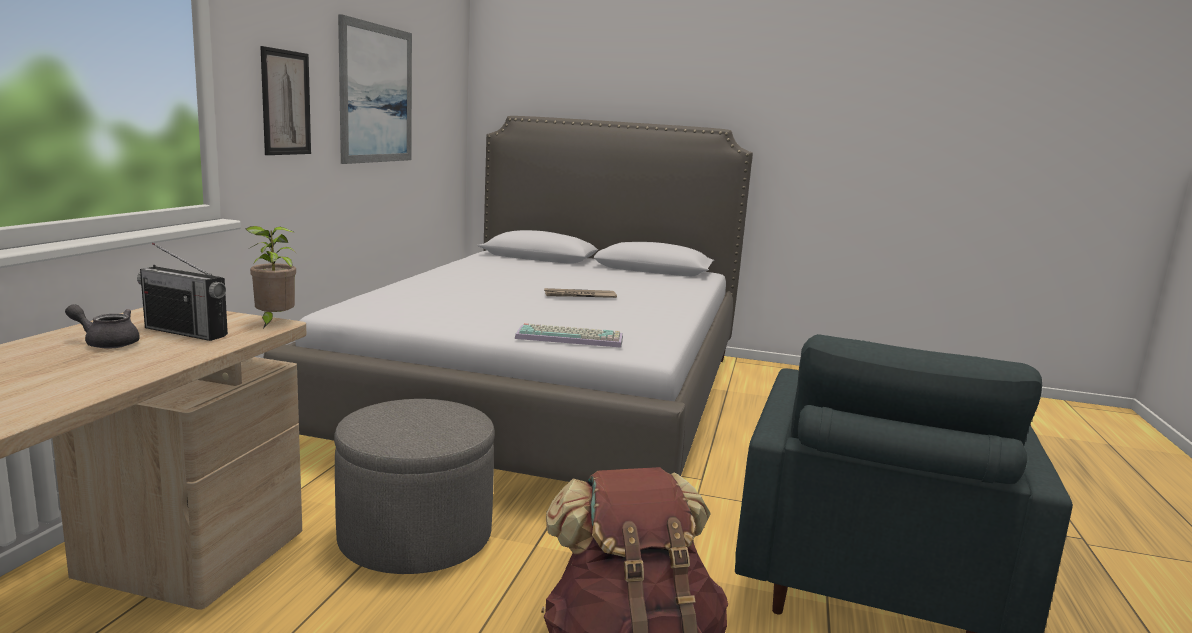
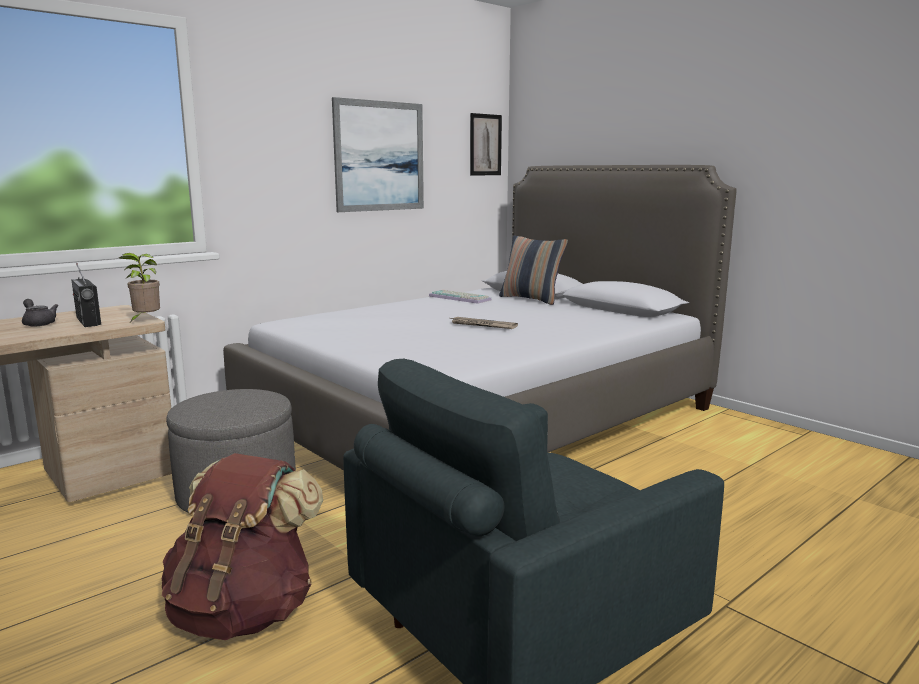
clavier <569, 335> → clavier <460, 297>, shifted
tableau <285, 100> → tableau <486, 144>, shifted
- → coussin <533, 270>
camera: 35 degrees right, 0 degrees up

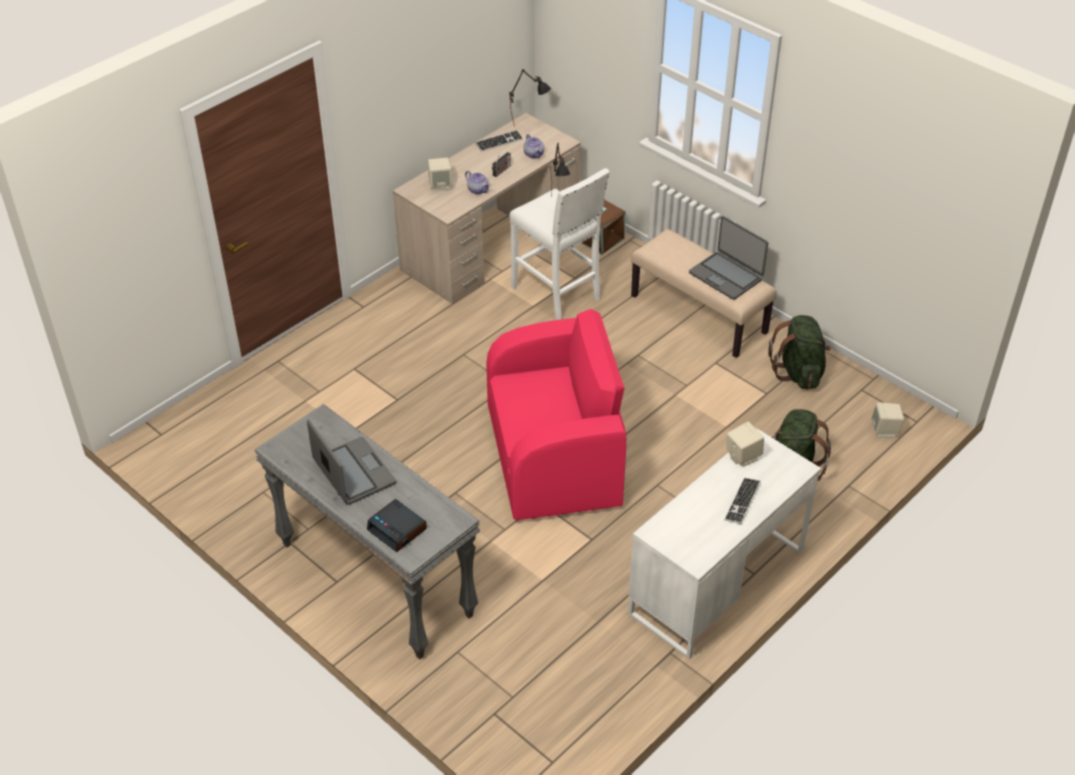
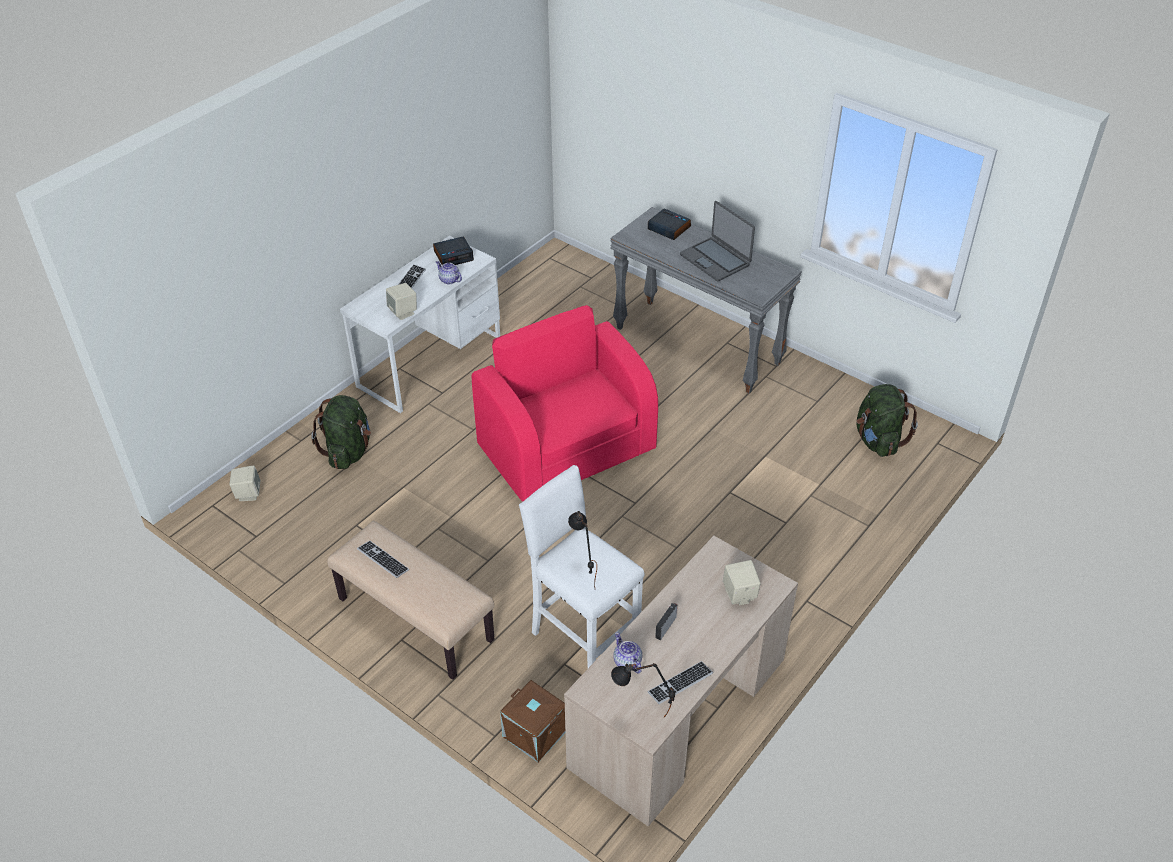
ordinateur portable <728, 258> → clavier <383, 559>
- → réveil <453, 250>
théière <477, 182> → théière <449, 272>, shifted
fauteuil (rose) <556, 414> → fauteuil (rose) <565, 403>, 75 degrees clockwise
sac à dos (vert) <799, 352> → sac à dos (vert) <887, 420>, shifted
camera: 175 degrees right, 0 degrees up

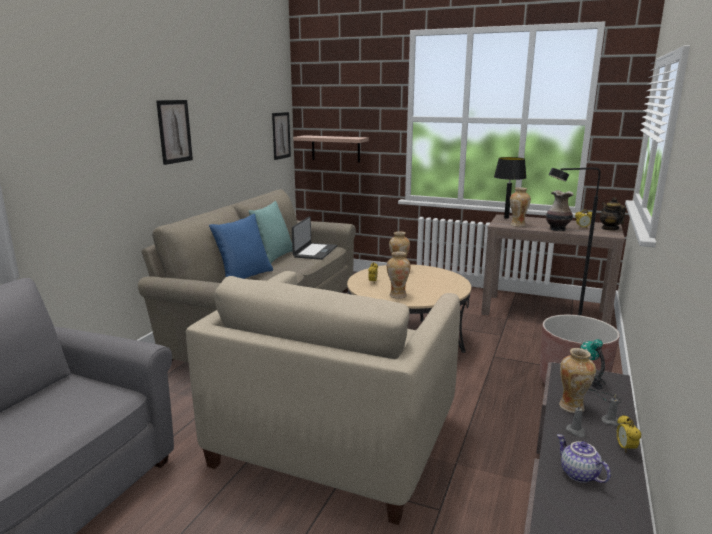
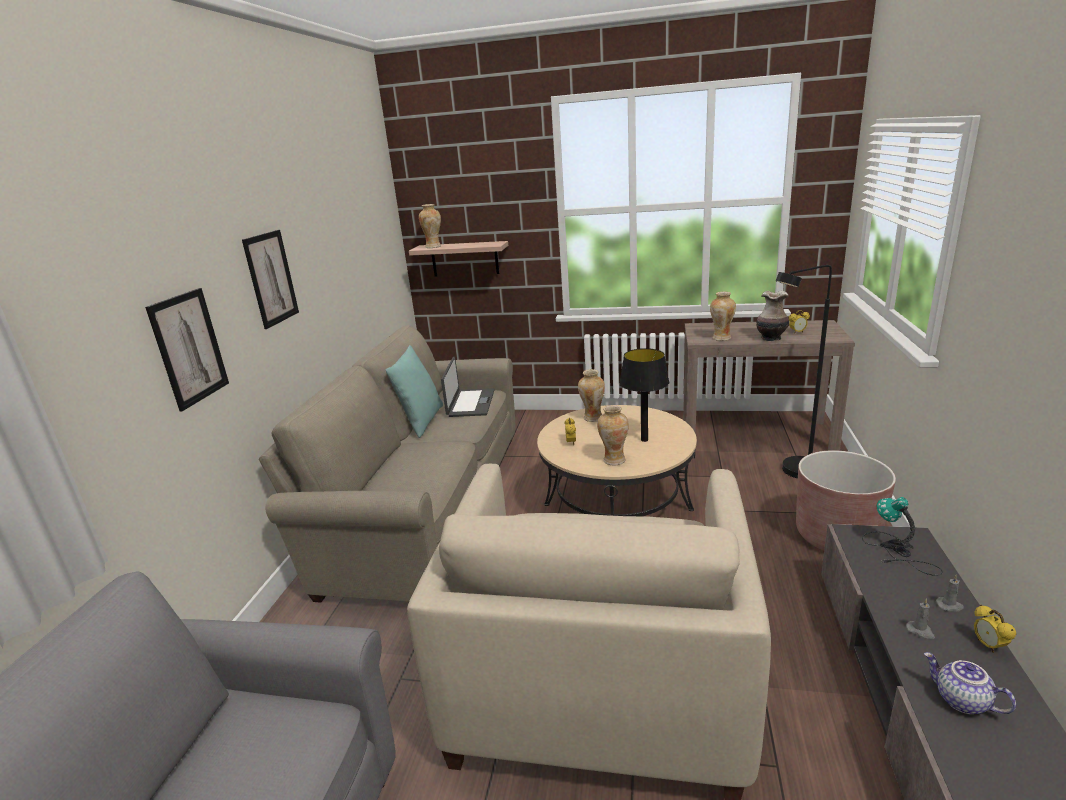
tableau <281, 136> → tableau <187, 349>, shifted
vase <577, 380> → vase <430, 226>, shifted
lampe de table (noir) <510, 188> → lampe de table (noir) <644, 395>, shifted
coussin (bleu) <241, 246> → -
théière <613, 213> → -
camera: 10 degrees left, 5 degrees up

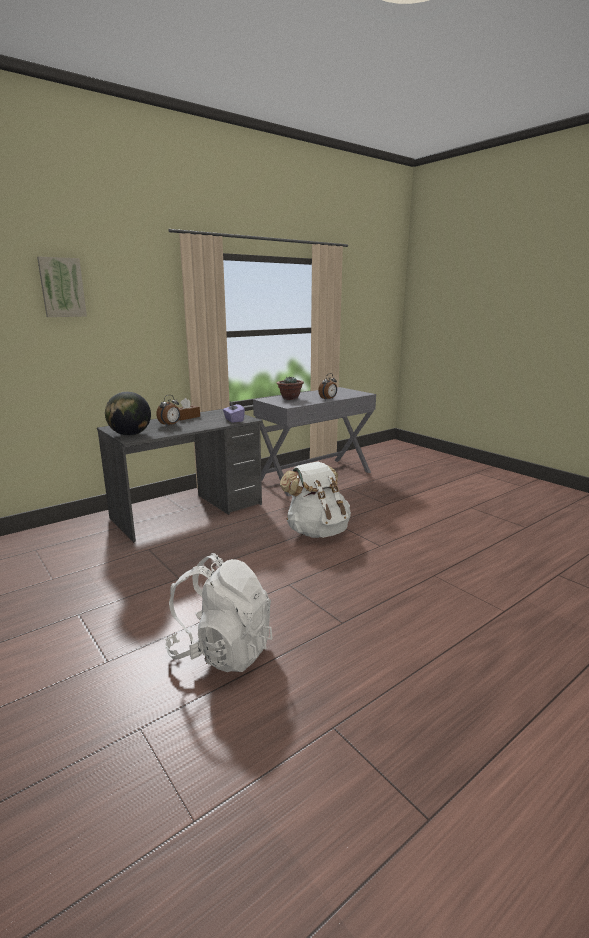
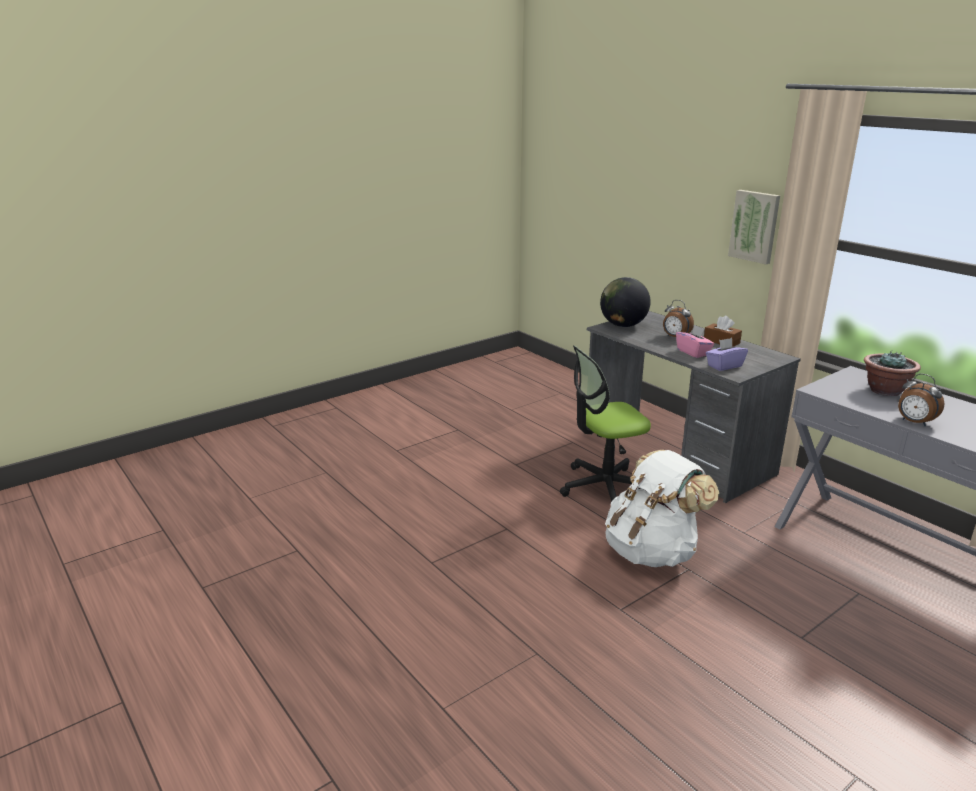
- → chaise de bureau <605, 423>
- → boîte à mouchoirs (rose) <695, 341>
tableau <62, 286> → tableau <754, 227>, shifted
sac à dos (blanc) <219, 612> → -
camera: 90 degrees right, 5 degrees up

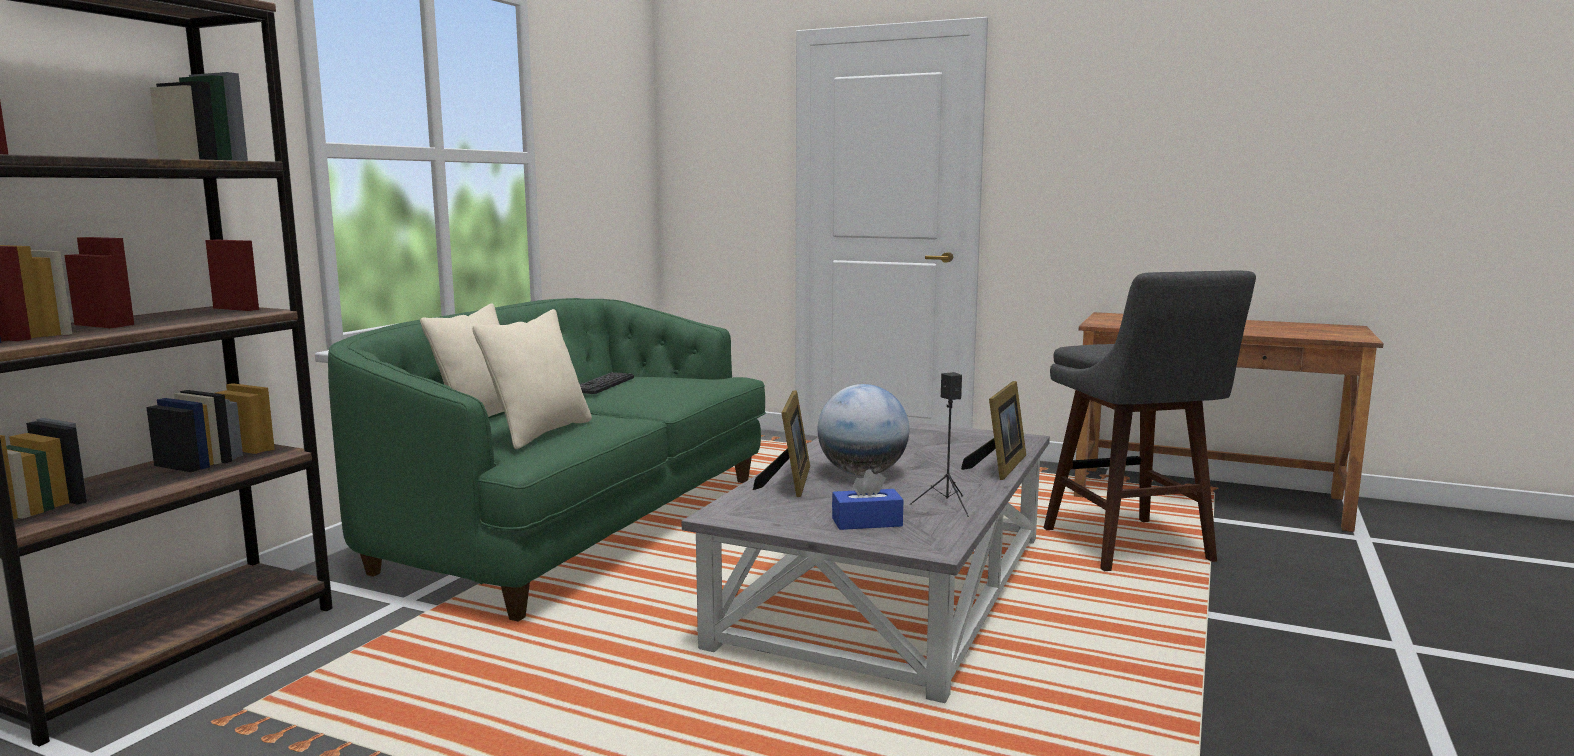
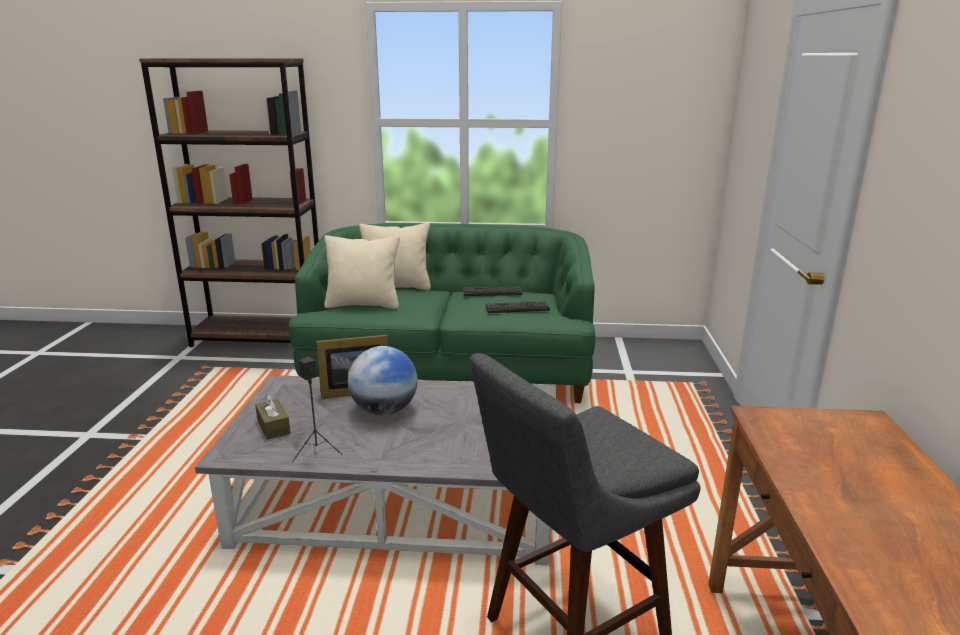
boîte à mouchoirs (bleu) <867, 499> → boîte à mouchoirs (marron) <272, 417>
- → clavier <518, 307>
cadre photo <993, 430> → -
camera: 70 degrees right, 10 degrees up

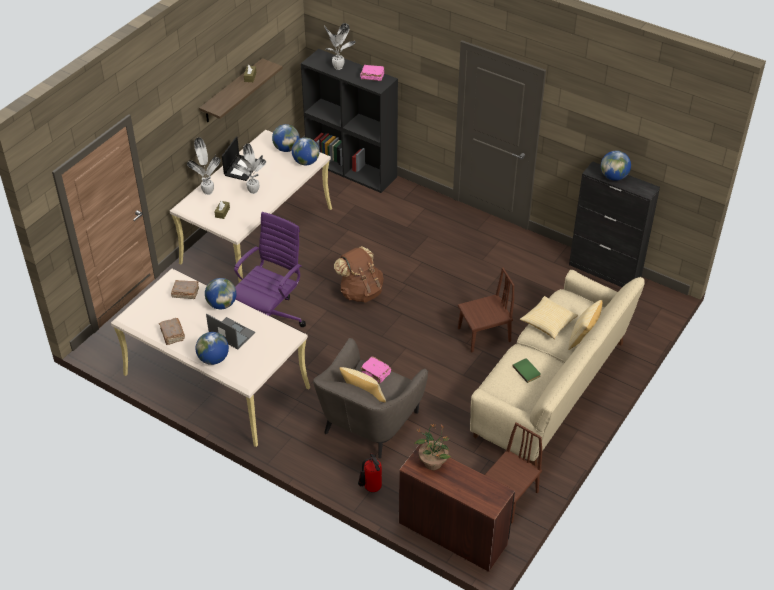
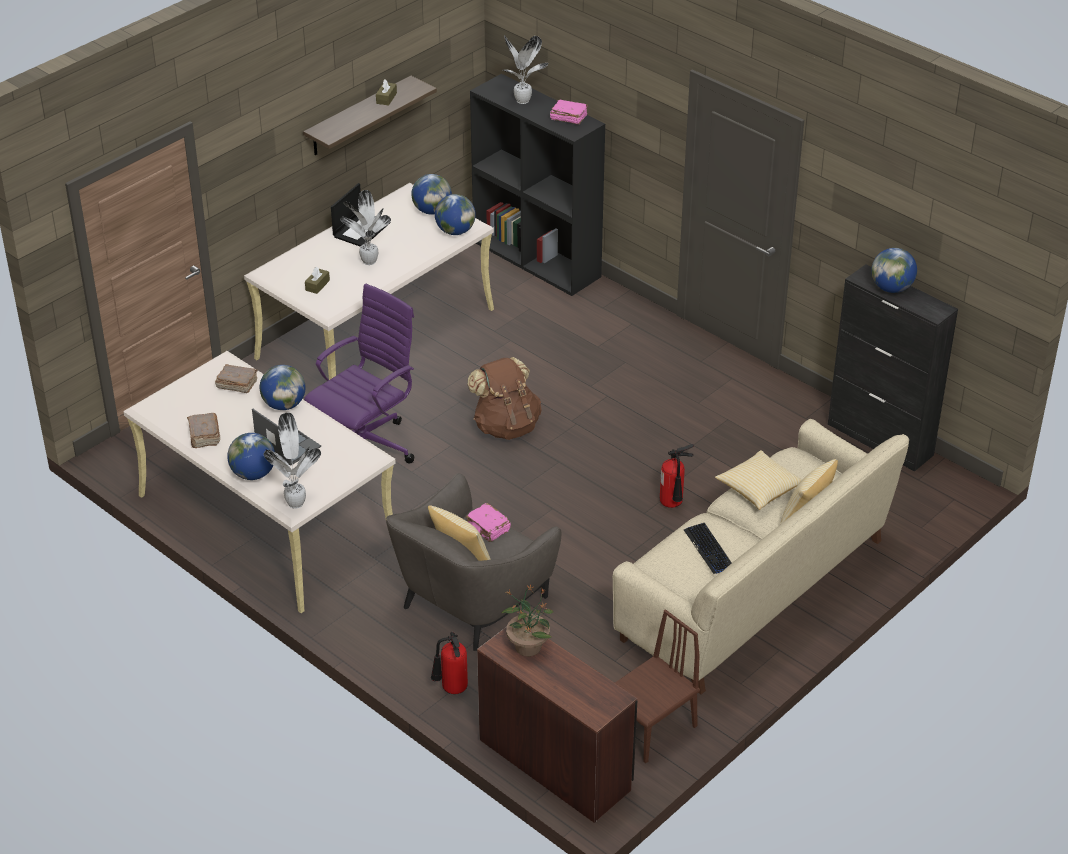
plante en pot <204, 166> → plante en pot <292, 461>, shifted
chaise (marron) <486, 310> → extincteur <677, 476>
livre (vert) <526, 370> → clavier <708, 548>
camera: 10 degrees right, 5 degrees down

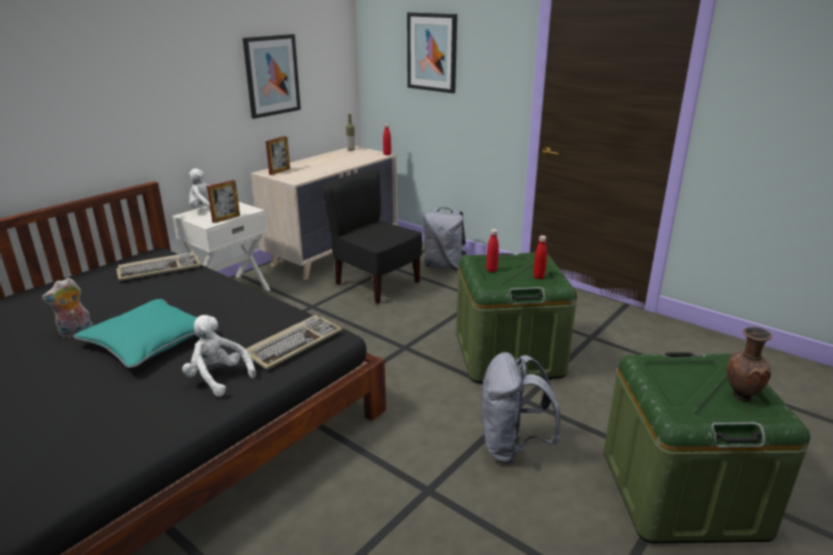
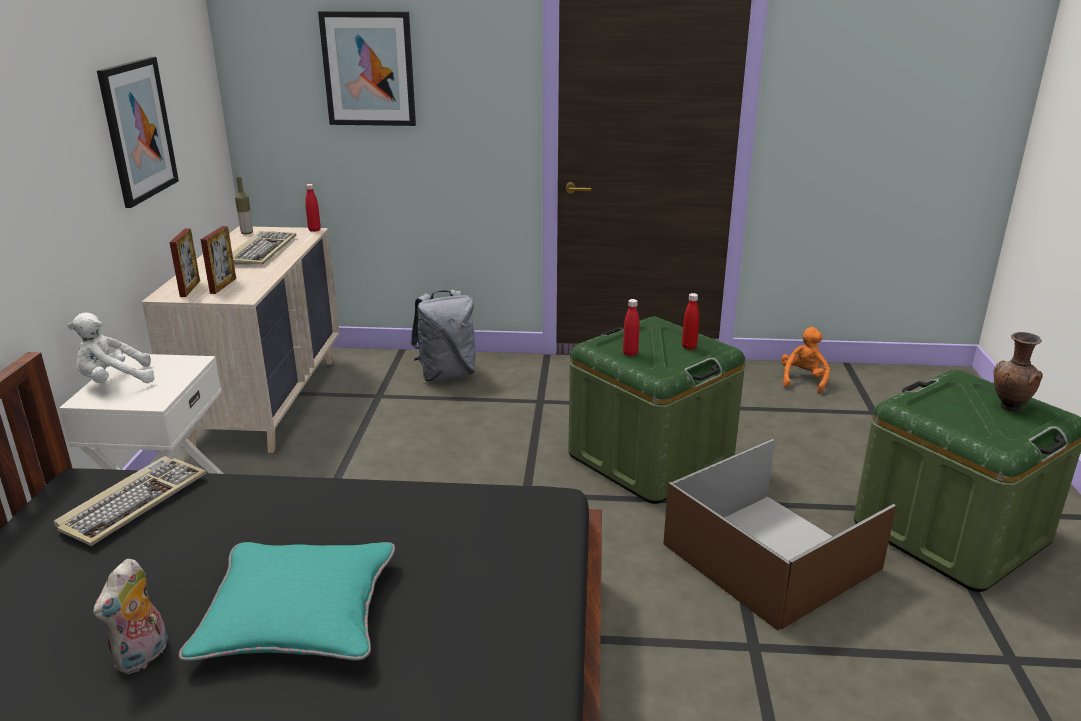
cadre photo <223, 201> → cadre photo <218, 260>, shifted
clavier <294, 342> → clavier <264, 248>, shifted
sac à dos (gris) <521, 408> → boîte de rangement (marron) <779, 535>
- → peluche (orange) <805, 360>
peluche (blanc) <219, 356> → -
chaise (noir) <372, 237> → -
camera: 35 degrees left, 0 degrees up

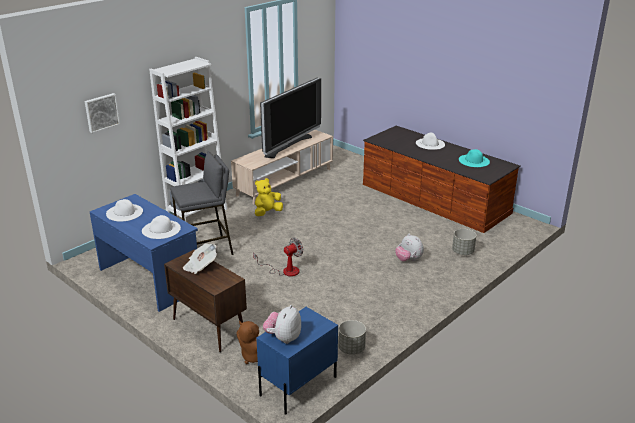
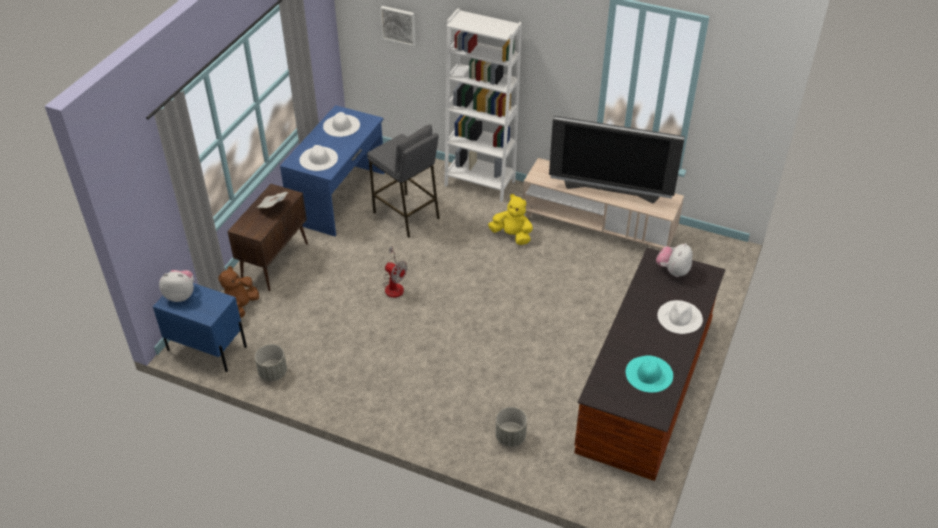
peluche <409, 248> → peluche <674, 260>, shifted
camera: 70 degrees right, 15 degrees up

